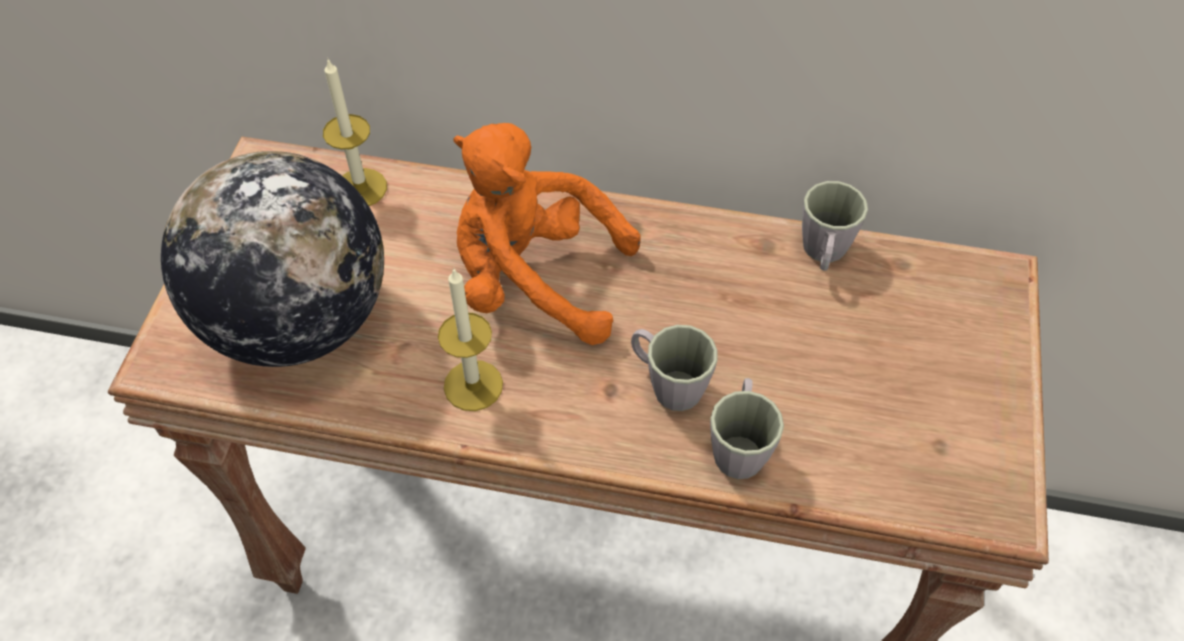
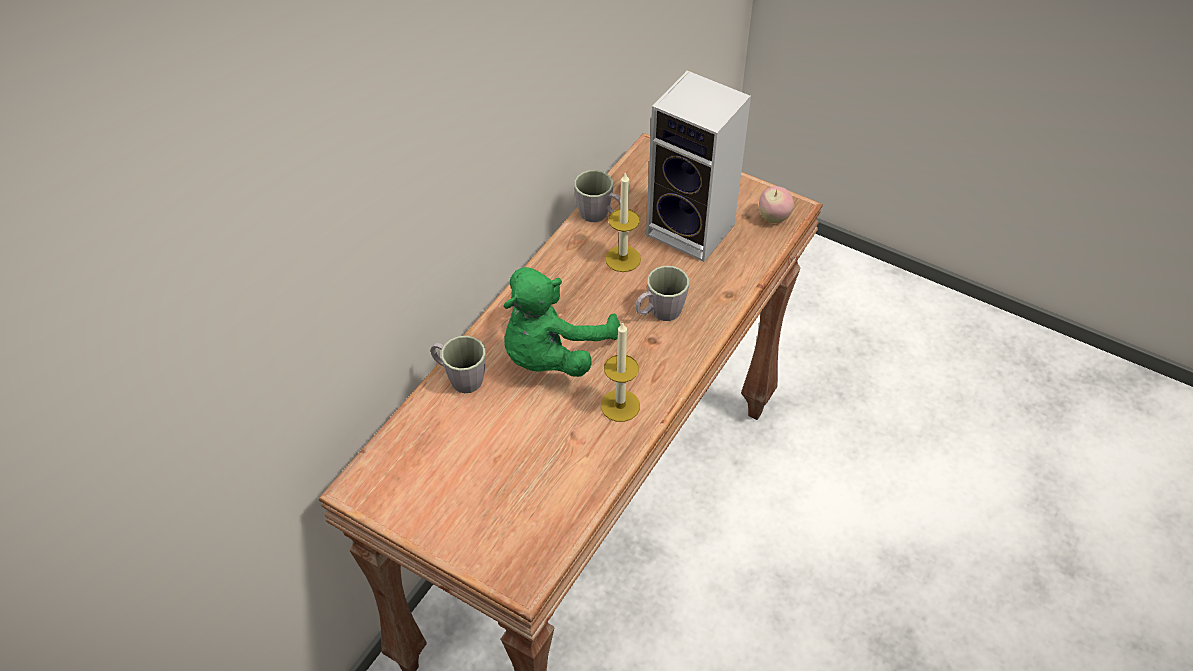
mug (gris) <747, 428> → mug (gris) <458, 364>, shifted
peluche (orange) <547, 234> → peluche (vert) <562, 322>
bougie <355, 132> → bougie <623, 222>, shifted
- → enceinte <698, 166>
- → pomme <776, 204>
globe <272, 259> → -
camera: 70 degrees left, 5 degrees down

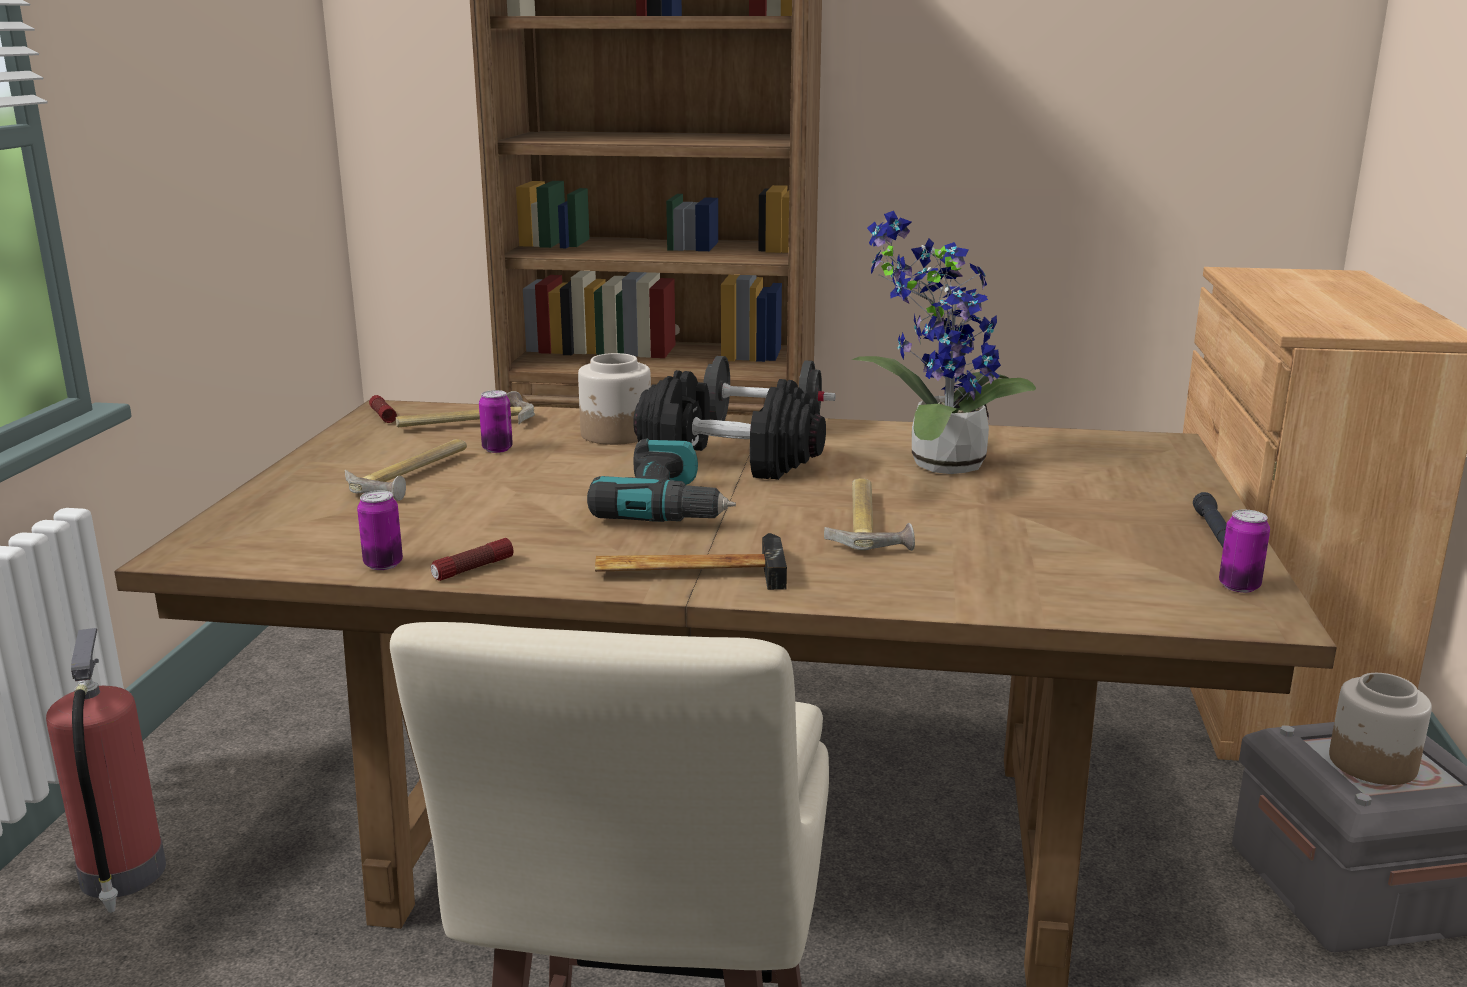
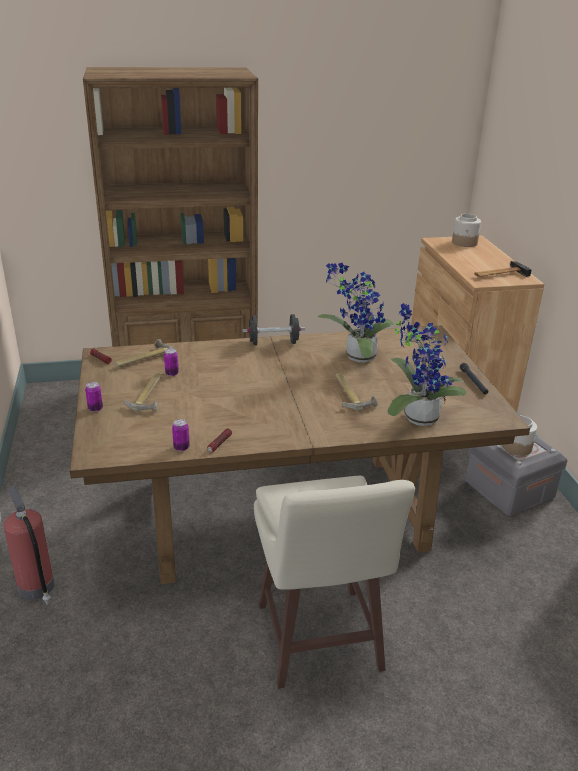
boîte métallique <1244, 551> → boîte métallique <94, 397>, shifted
- → plante en pot <426, 364>
bocal <614, 399> → bocal <466, 230>, shifted
marteau <691, 561> → marteau <503, 269>, shifted
perceuse <661, 480> → -
haltère (noir) <729, 425> → -
camera: 20 degrees left, 10 degrees up

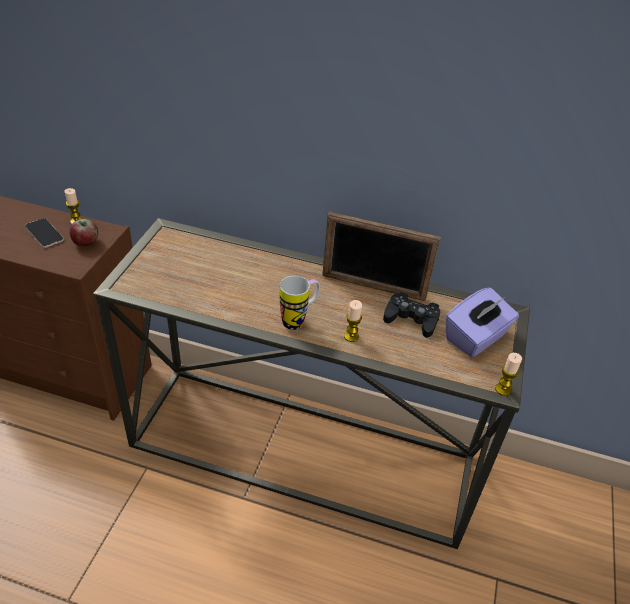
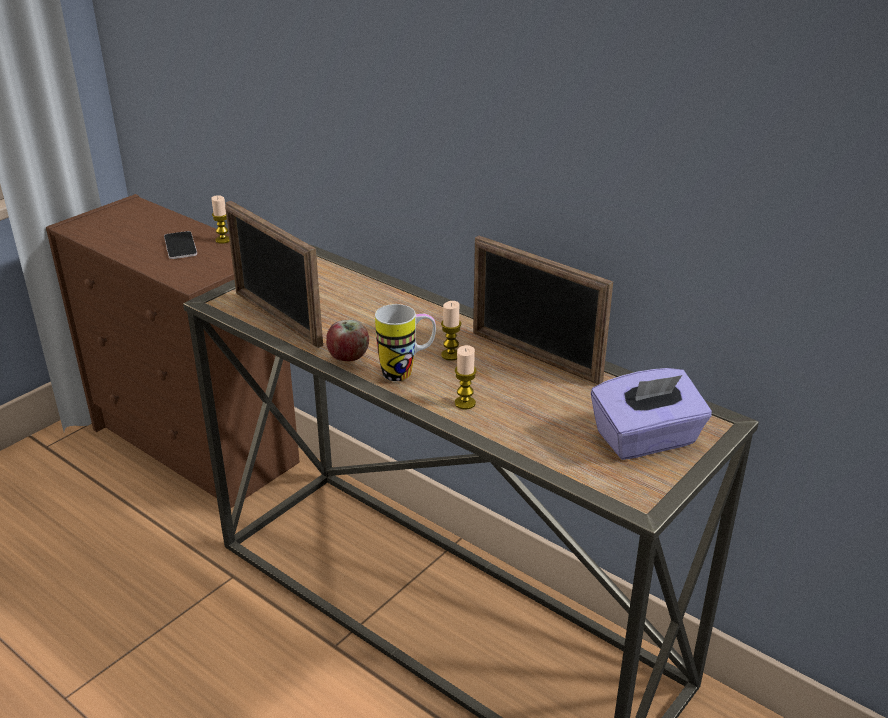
- → cadre photo <274, 274>
pomme <83, 232> → pomme <347, 340>, shifted
bougie <508, 374> → bougie <451, 331>, shifted
manette (noir) <411, 315> → -
camera: 25 degrees right, 10 degrees down

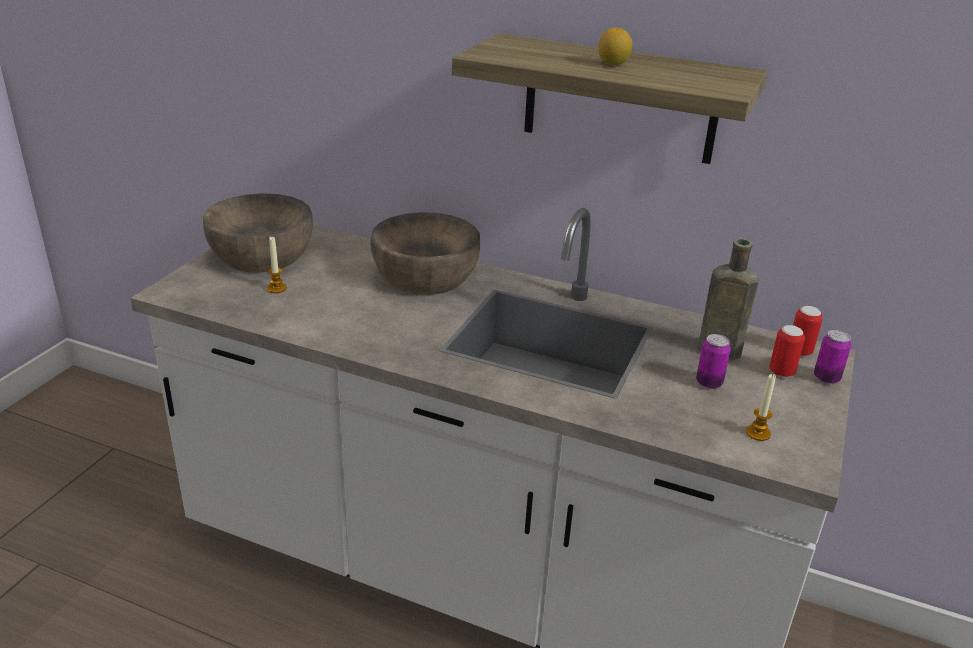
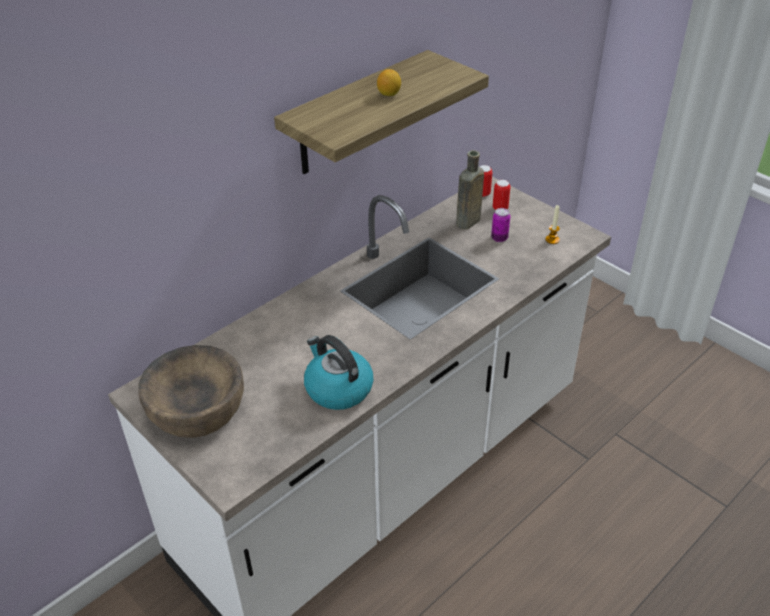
- → bouilloire <338, 372>
bougie <277, 265> → -
bol (marron) <425, 253> → -
boîte métallique <832, 357> → -
camera: 65 degrees left, 10 degrees up

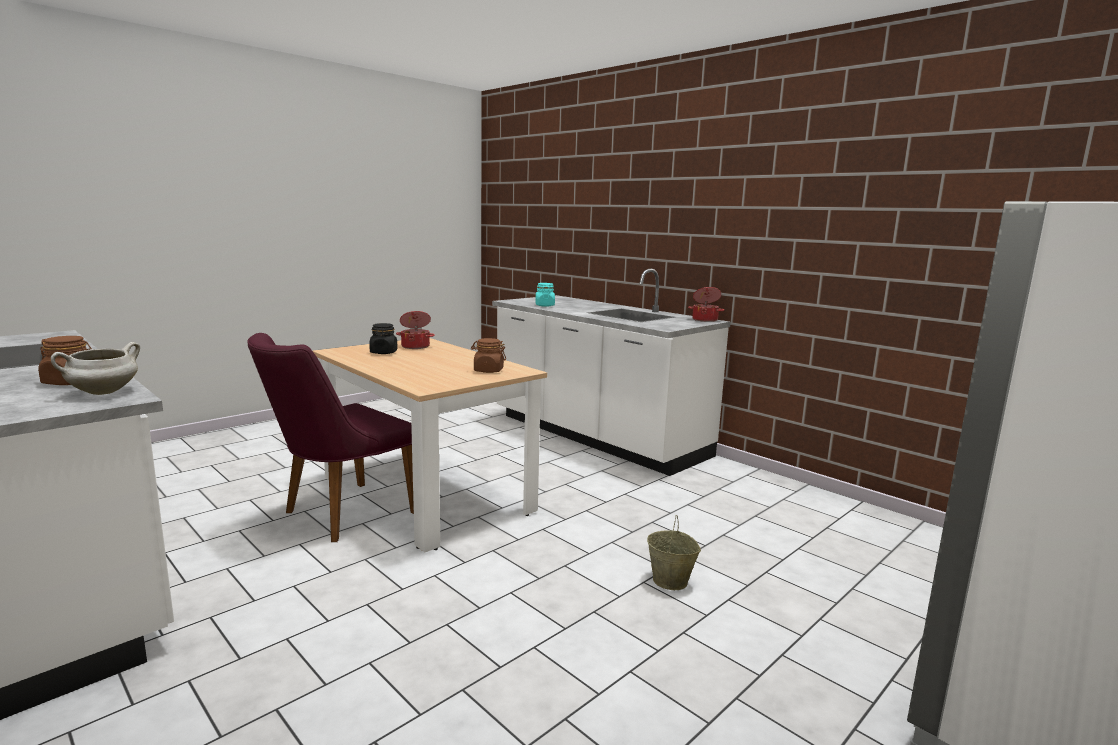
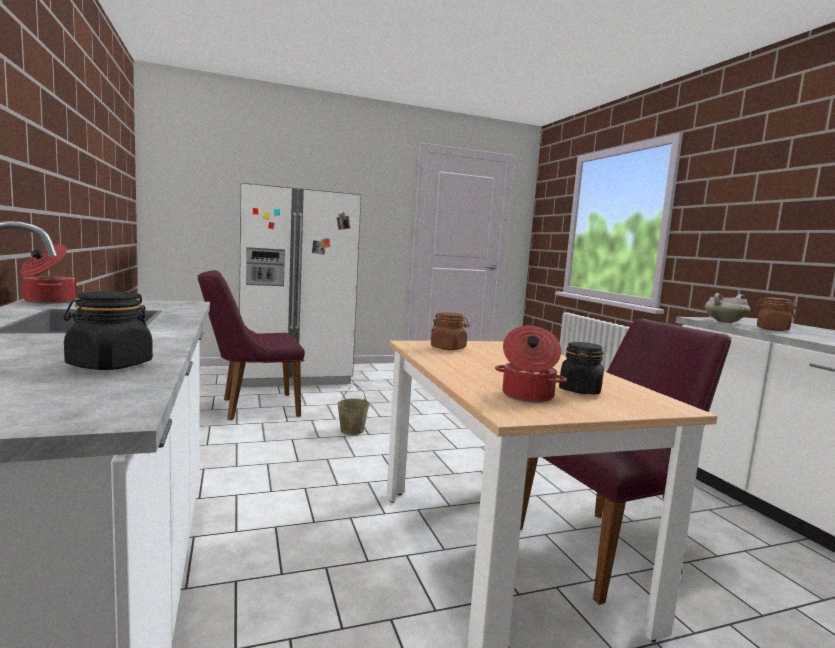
bocal (turquoise) <545, 295> → bocal (noir) <108, 330>
- → chaise (violet) <251, 345>
camera: 155 degrees left, 5 degrees down

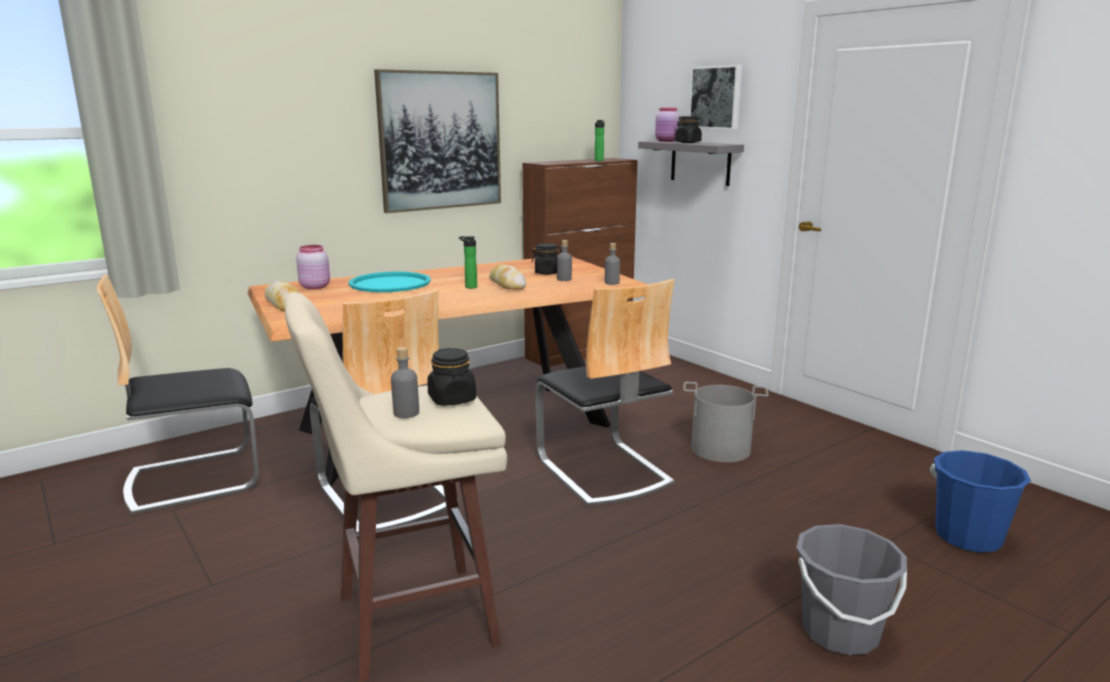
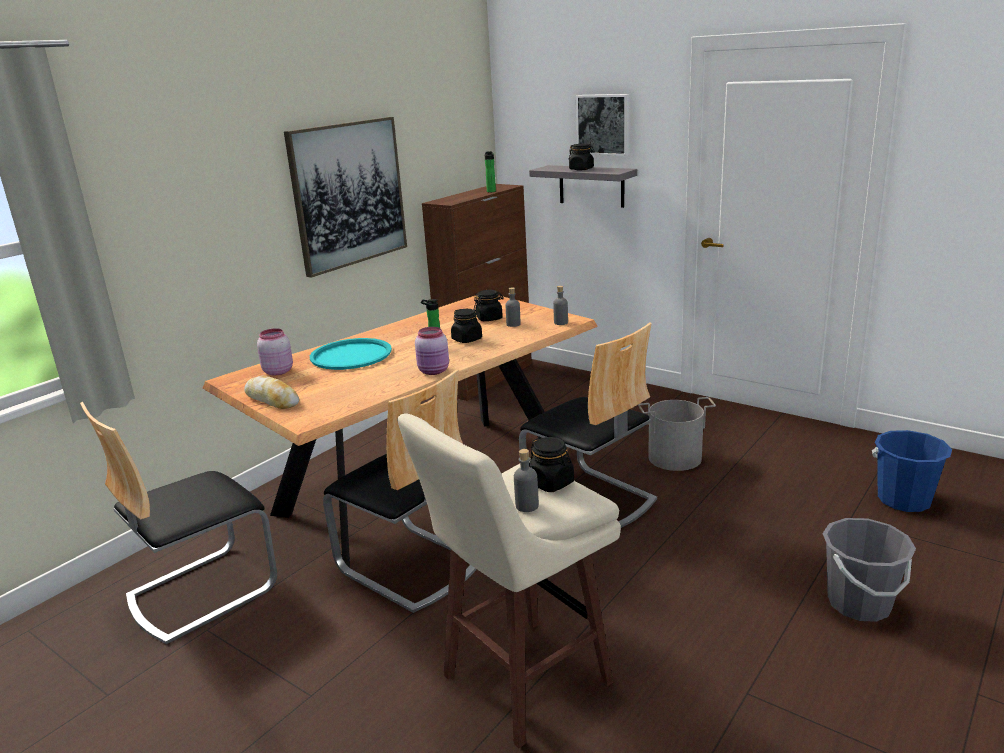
bocal (rose) <667, 124> → bocal (rose) <432, 351>, shifted
pain <507, 277> → bocal (noir) <466, 326>
camera: 15 degrees left, 5 degrees up

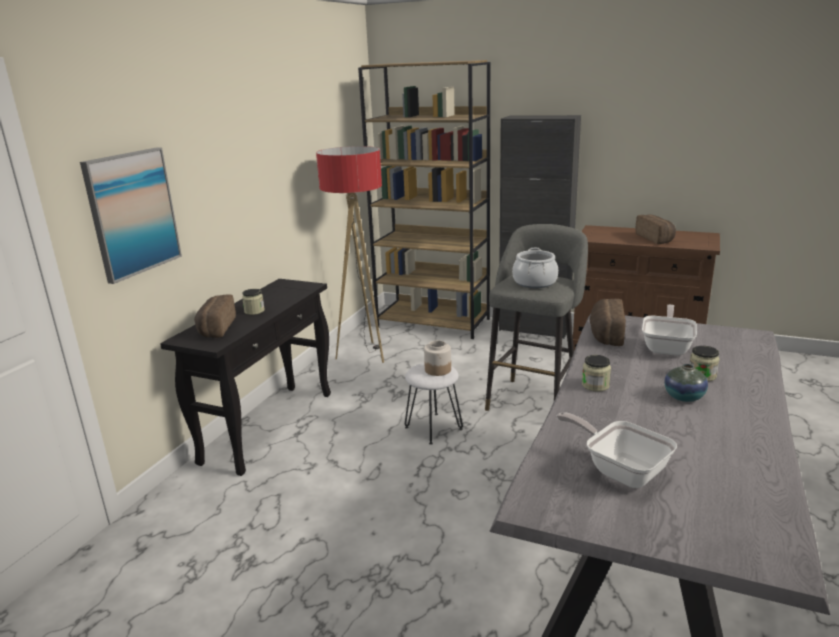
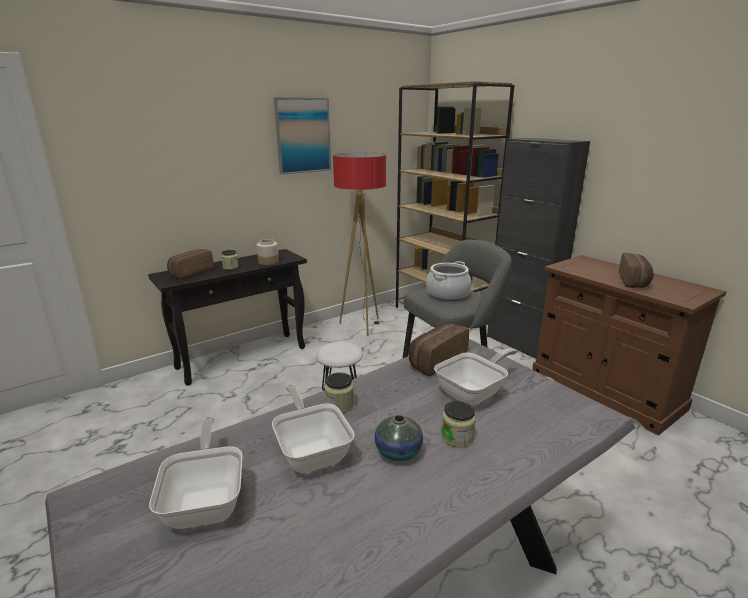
bocal <437, 358> → bocal <268, 252>, shifted
- → poêle <313, 428>
tableau <131, 216> → tableau <302, 136>, shifted
camera: 30 degrees right, 0 degrees up

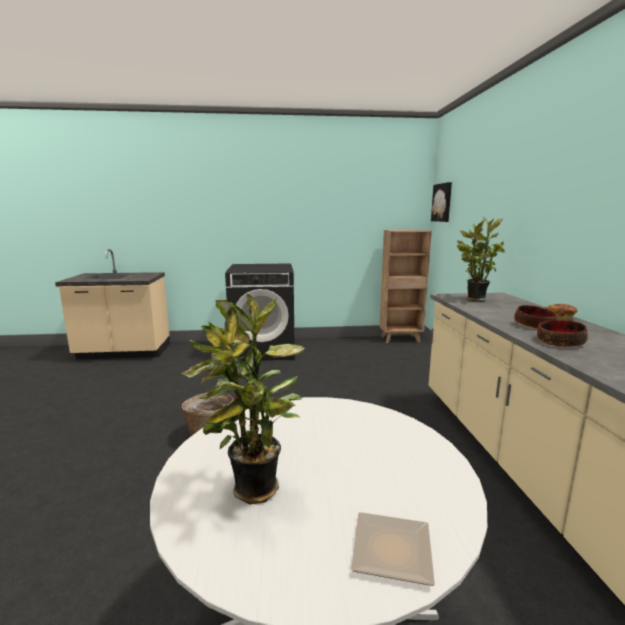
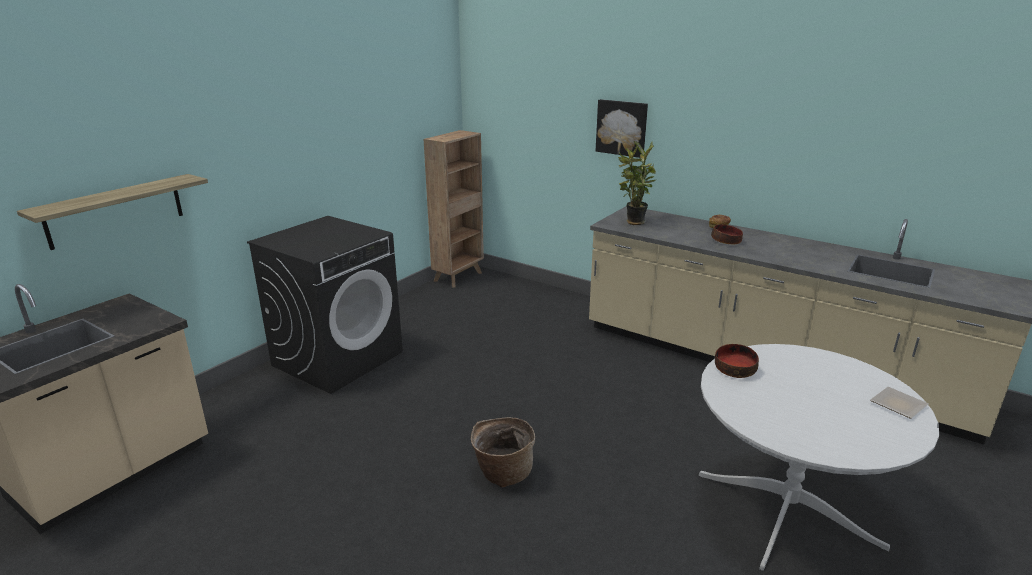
- → étagère <112, 212>
tableau <441, 202> → tableau <622, 128>, shifted
bol <562, 333> → bol <737, 361>, shifted
plante en pot <243, 399> → -
camera: 50 degrees left, 10 degrees up

